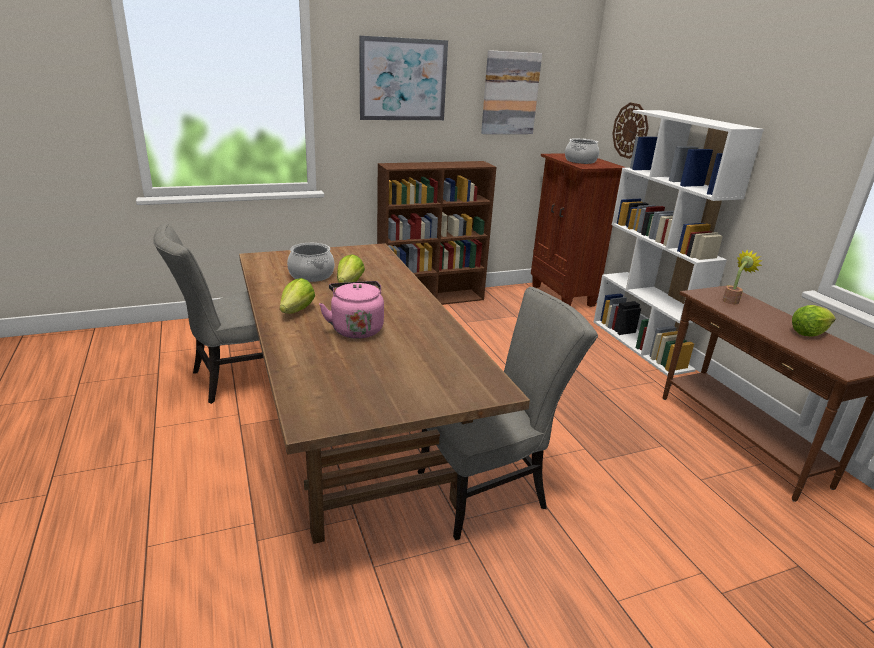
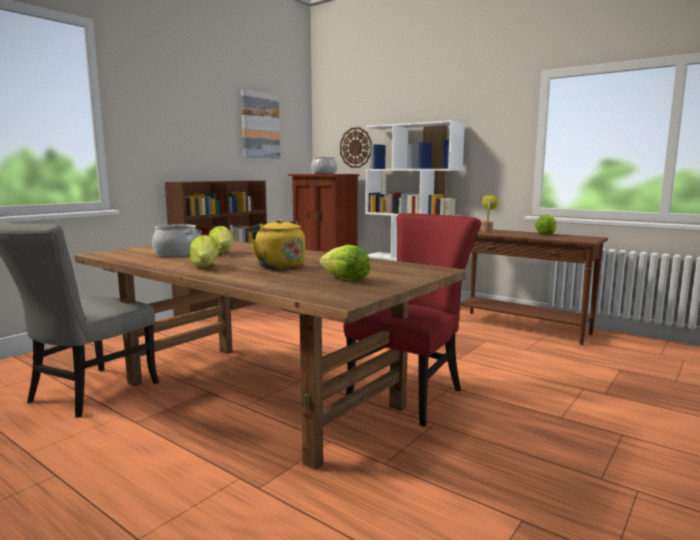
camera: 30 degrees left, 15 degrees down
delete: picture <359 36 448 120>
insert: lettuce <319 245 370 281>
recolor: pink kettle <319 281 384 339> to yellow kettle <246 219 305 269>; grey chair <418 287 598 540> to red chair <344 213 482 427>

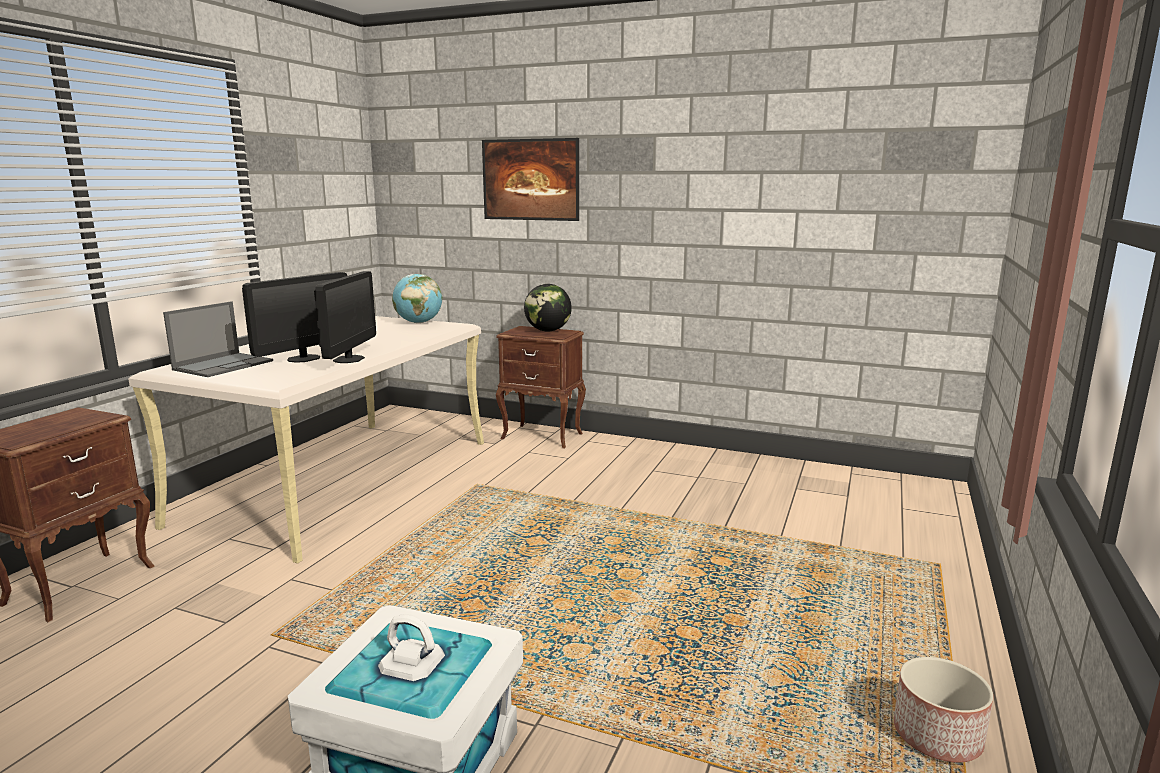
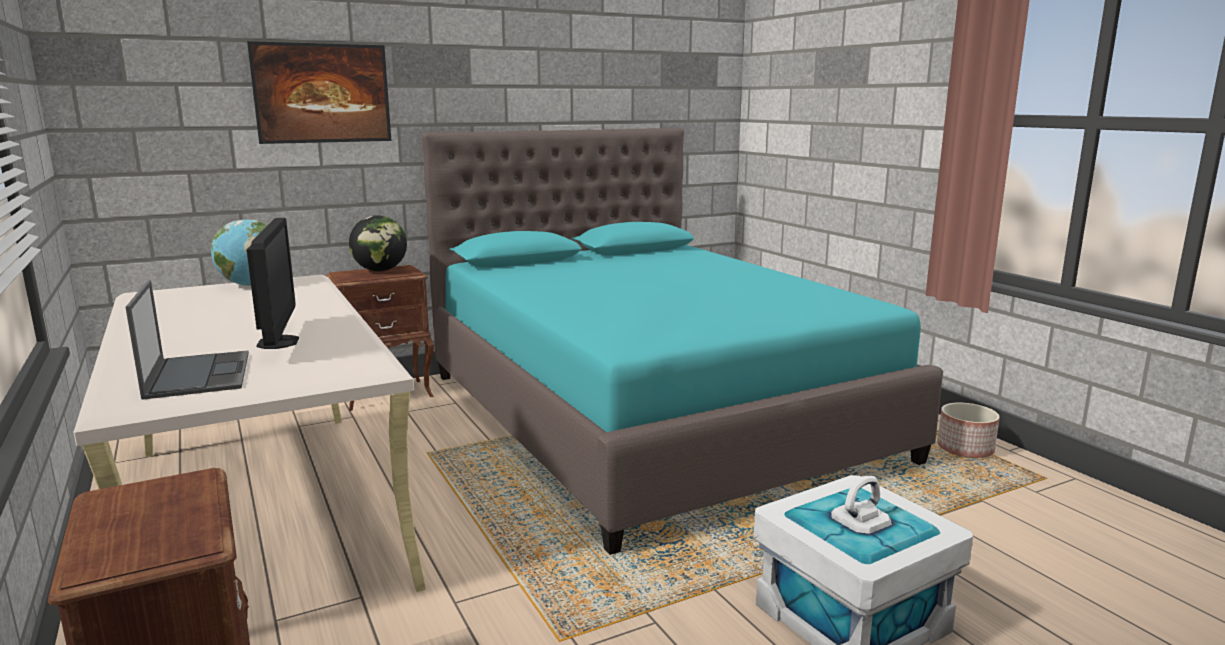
camera: 50 degrees left, 0 degrees up
delete: monitor <314 271 376 363>
insert: turquoise bed <422 128 943 555>

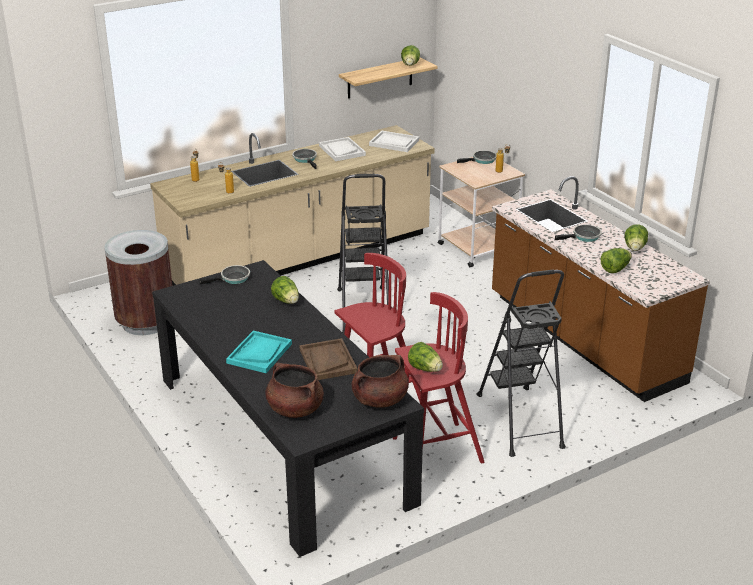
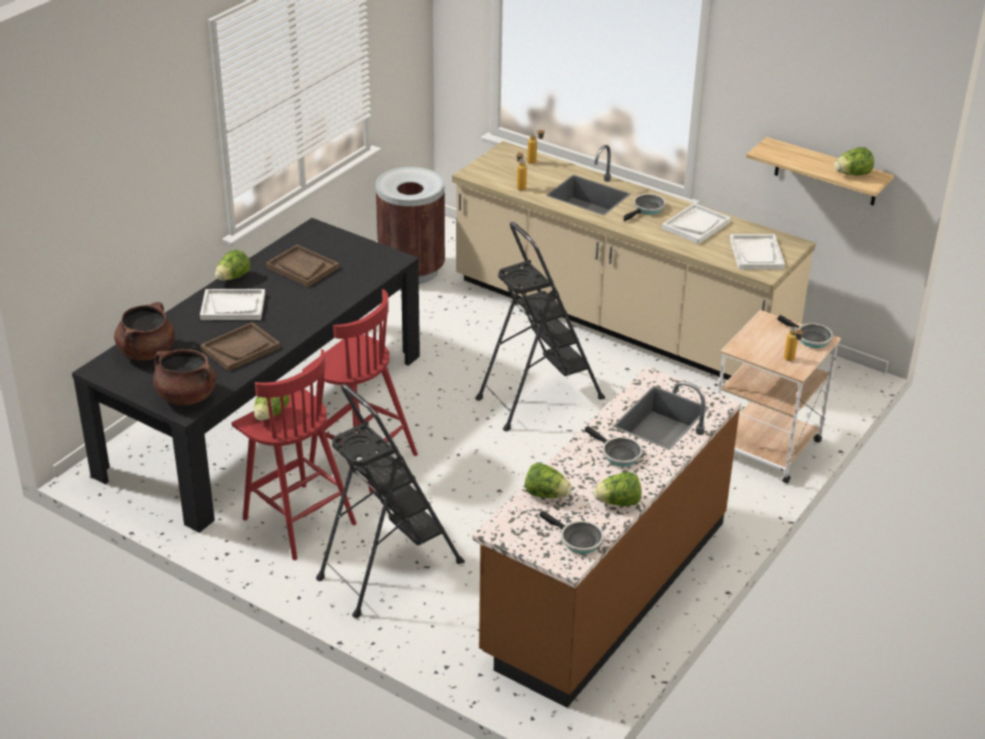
camera: 65 degrees right, 5 degrees up
insert: brown tray <266 245 339 287>
move: frying pan <200 265 250 284> to <539 511 604 554>; lettuce <271 276 299 304> to <215 250 250 281>
recolor: turquoise tray <226 331 292 373> to white tray <200 289 265 320>

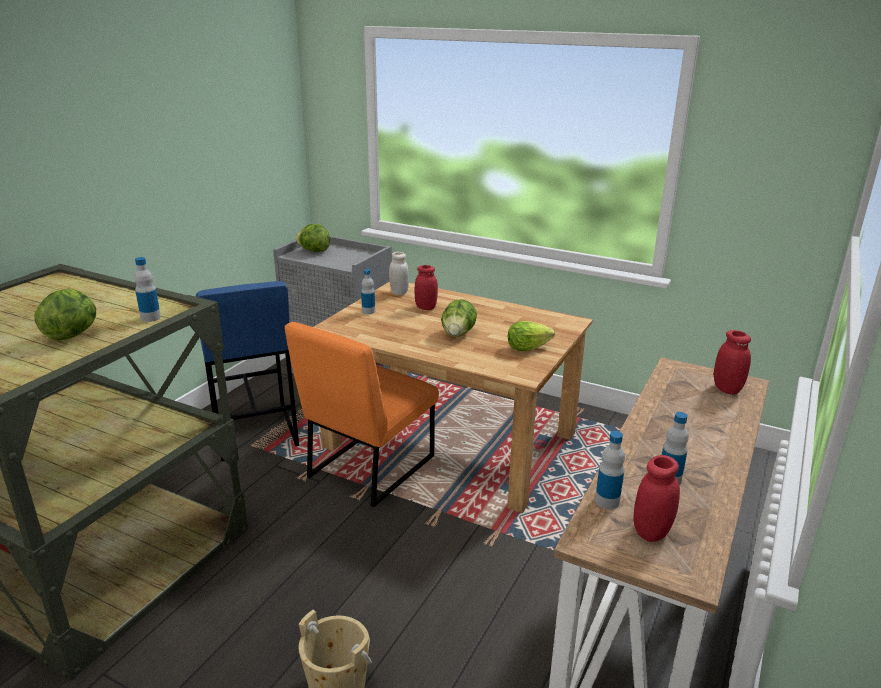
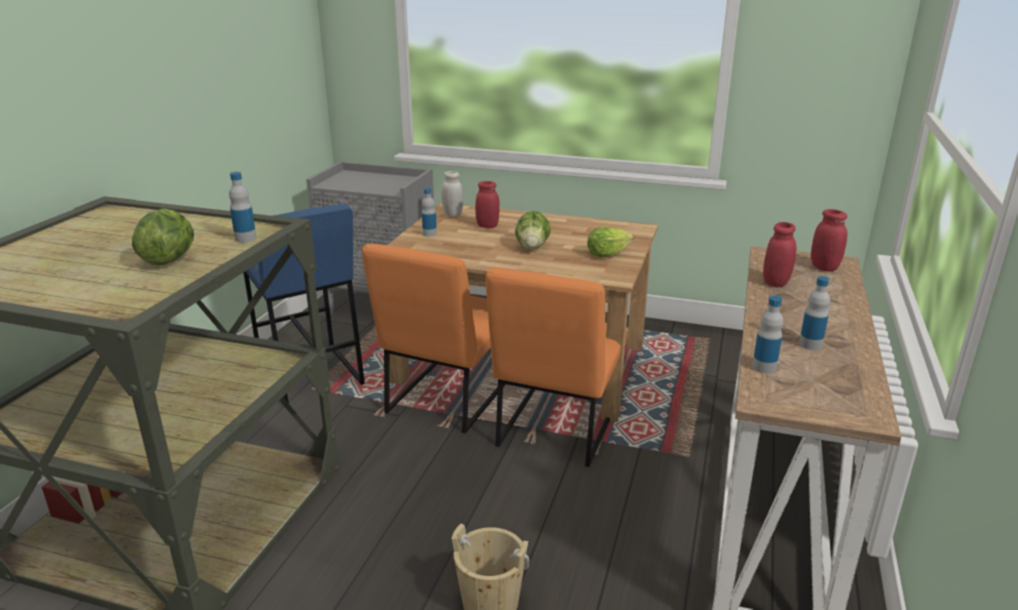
camera: 10 degrees left, 0 degrees up
delete: lettuce <295 224 330 252>
insert: orange chair <485 268 628 467>
move: red jar <634 455 680 542> to <763 222 796 288>

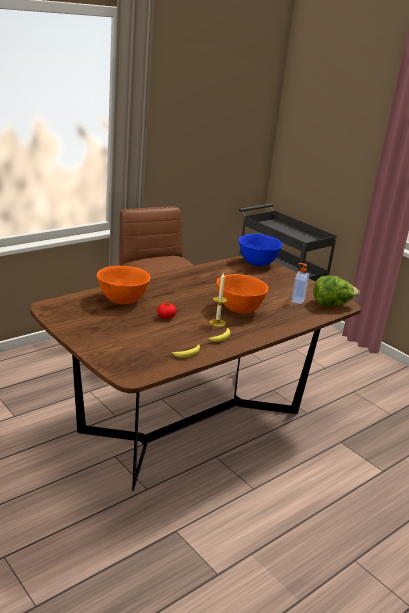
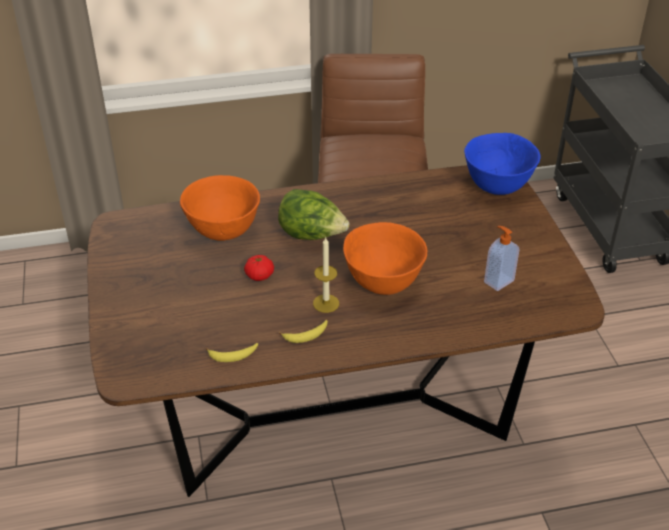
camera: 30 degrees right, 15 degrees up
move: lettuce <313 275 360 307> to <278 189 350 240>

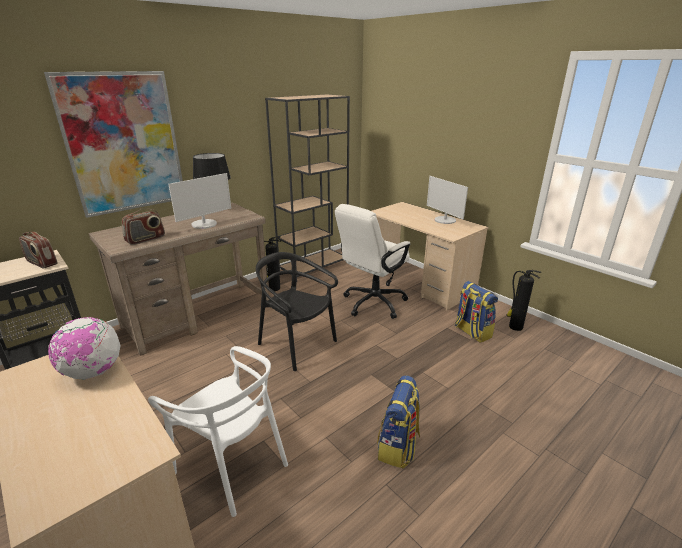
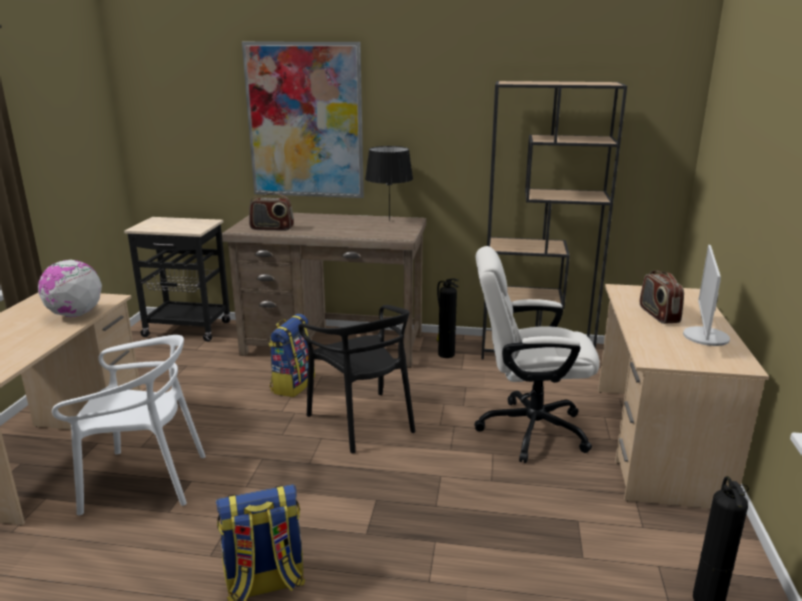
camera: 50 degrees right, 5 degrees down
delete: monitor <168 173 231 229>
move: radio <19 232 58 269> to <640 271 684 324>; backpack <455 281 498 343> to <268 314 315 397>
rotate: white chair <148 346 288 517> = <52 335 206 515> 90 degrees counterclockwise; black chair <256 252 338 371> = <298 305 415 453> 150 degrees clockwise

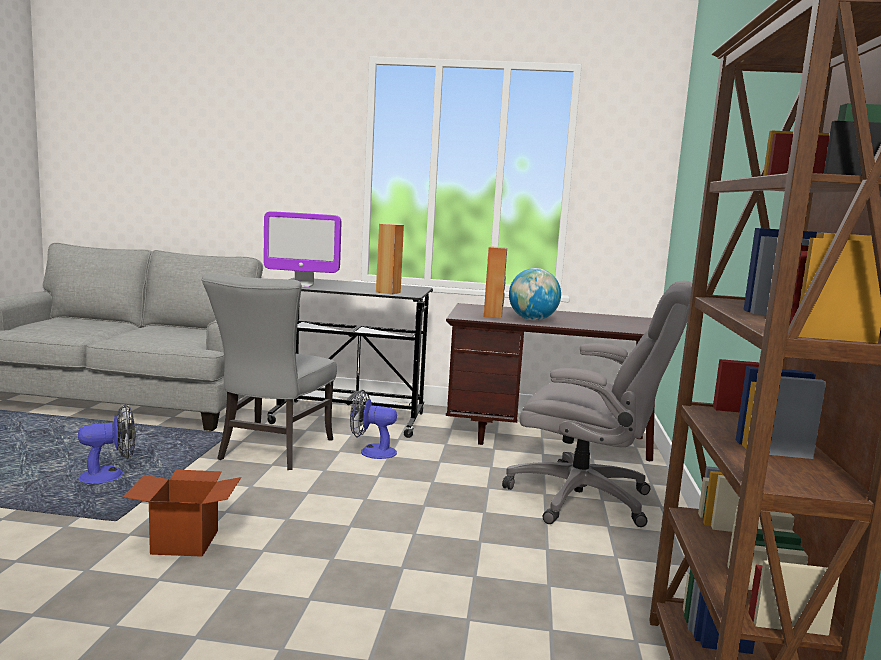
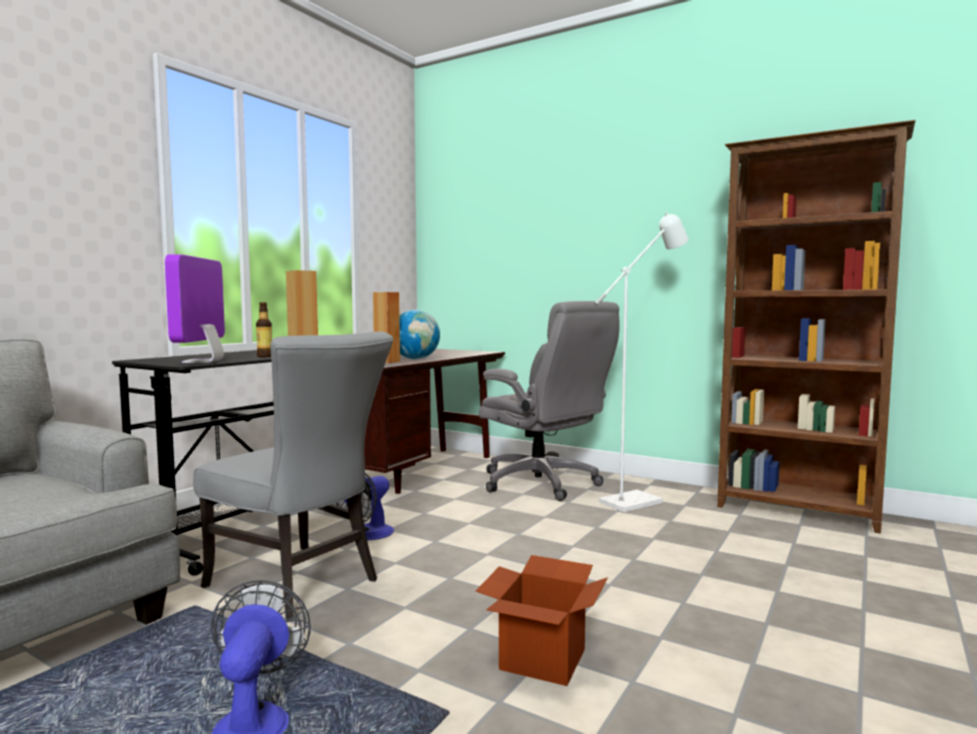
camera: 65 degrees left, 5 degrees down
insert: bottle <256 302 272 357>; white floor lamp <594 212 689 512>
rotate: monitor <264 211 341 288> = <165 254 225 363> 150 degrees clockwise; grey office chair <502 281 692 527> = <479 301 620 501> 90 degrees clockwise

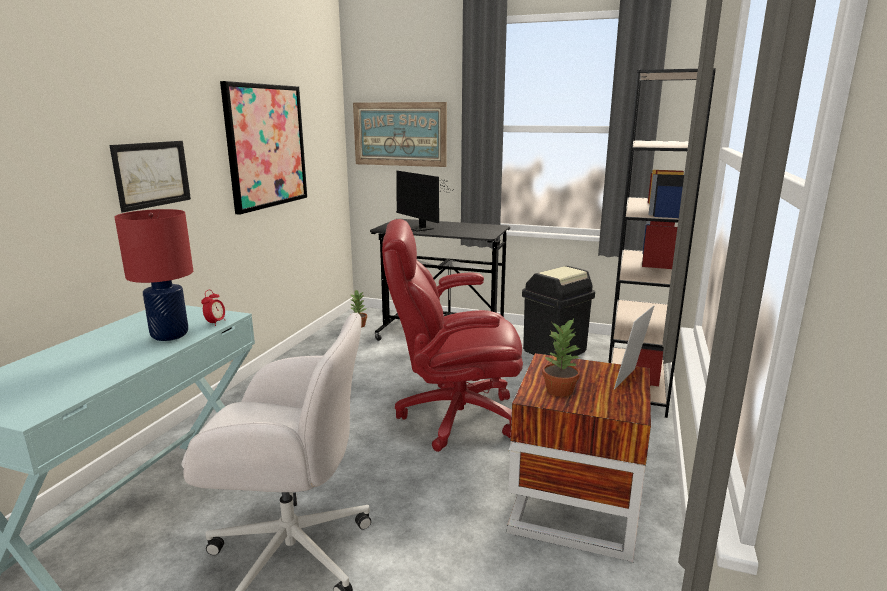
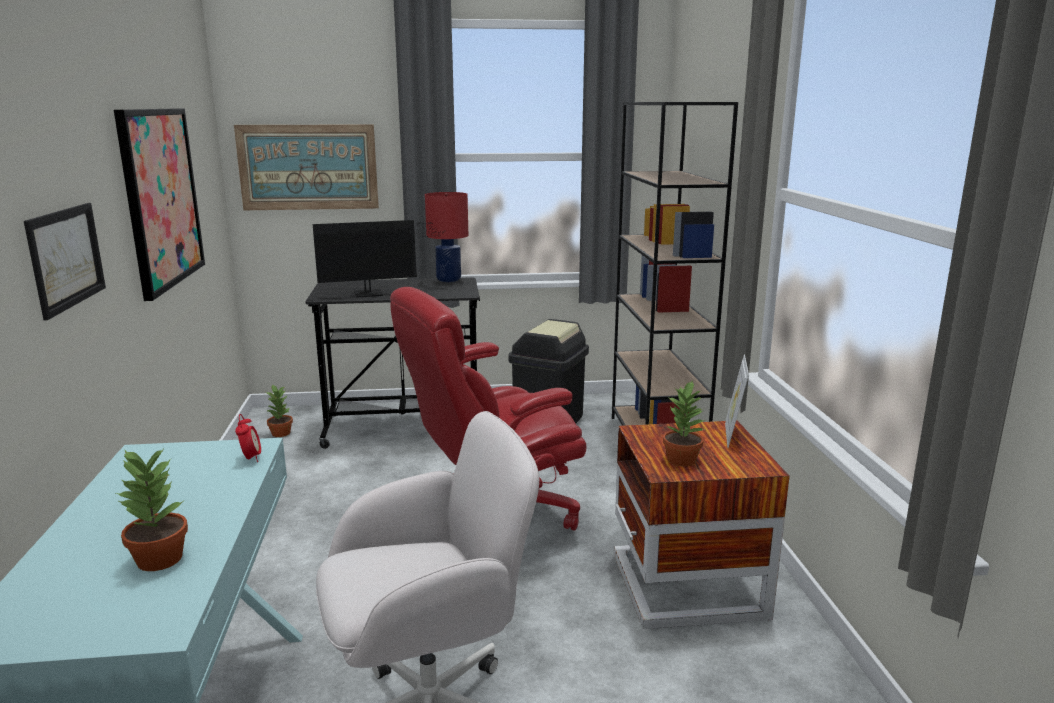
camera: 25 degrees left, 0 degrees up
insert: potted plant <116 449 188 571>
move: red table lamp <114 209 193 341> to <425 192 468 283>
rotate: monitor <396 171 451 231> = <313 220 437 298> 45 degrees counterclockwise

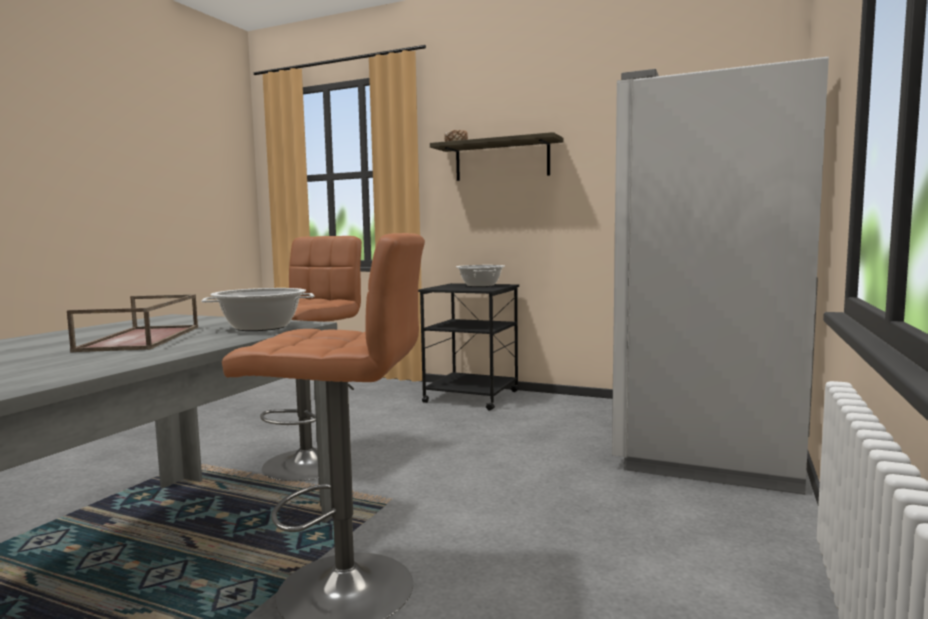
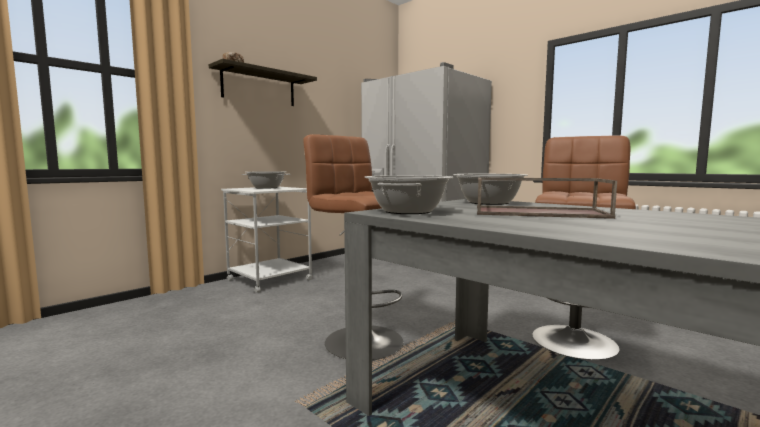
camera: 70 degrees left, 0 degrees up
insert: cooking pot <364 175 453 214>
recolor: black cart <418 283 519 411> to white cart <221 187 313 293>

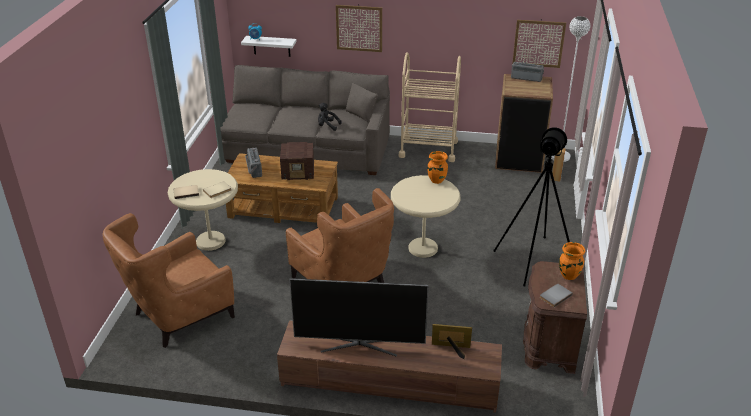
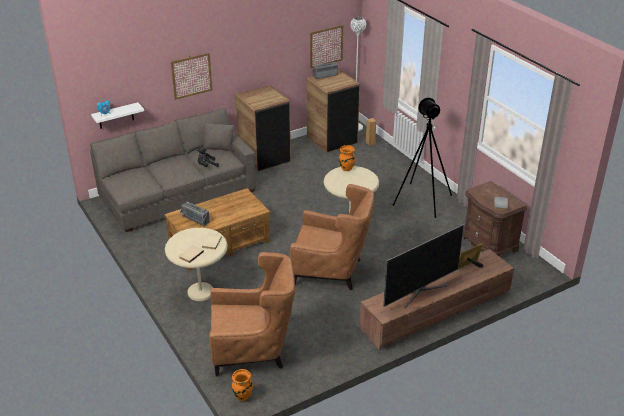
camera: 40 degrees left, 0 degrees up
delete: radio <280 142 314 180>
move: orange vase <559 242 585 280> to <232 369 253 401>
replace: beige cart <399 52 461 162> to brown cabinet <235 85 291 172>
rotate: brown armchair <103 213 235 348> = <209 252 295 376> 105 degrees counterclockwise

